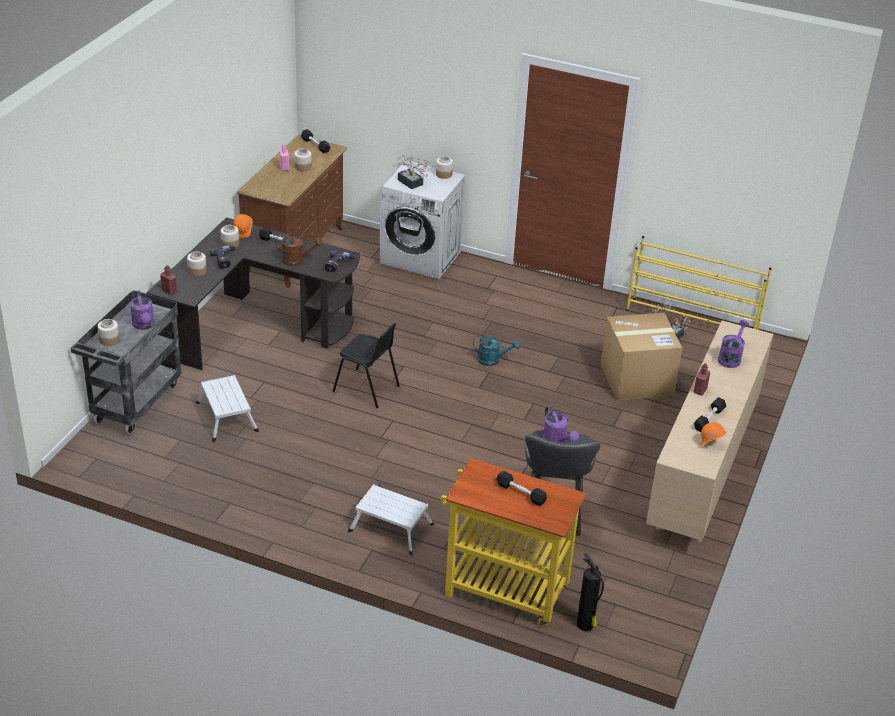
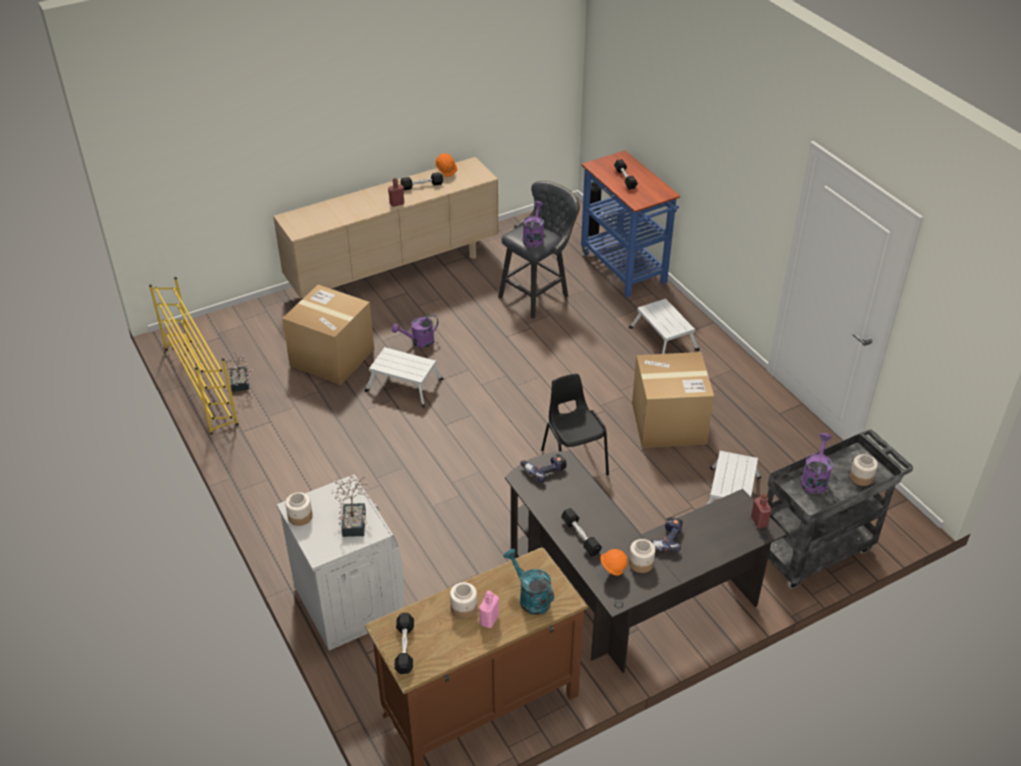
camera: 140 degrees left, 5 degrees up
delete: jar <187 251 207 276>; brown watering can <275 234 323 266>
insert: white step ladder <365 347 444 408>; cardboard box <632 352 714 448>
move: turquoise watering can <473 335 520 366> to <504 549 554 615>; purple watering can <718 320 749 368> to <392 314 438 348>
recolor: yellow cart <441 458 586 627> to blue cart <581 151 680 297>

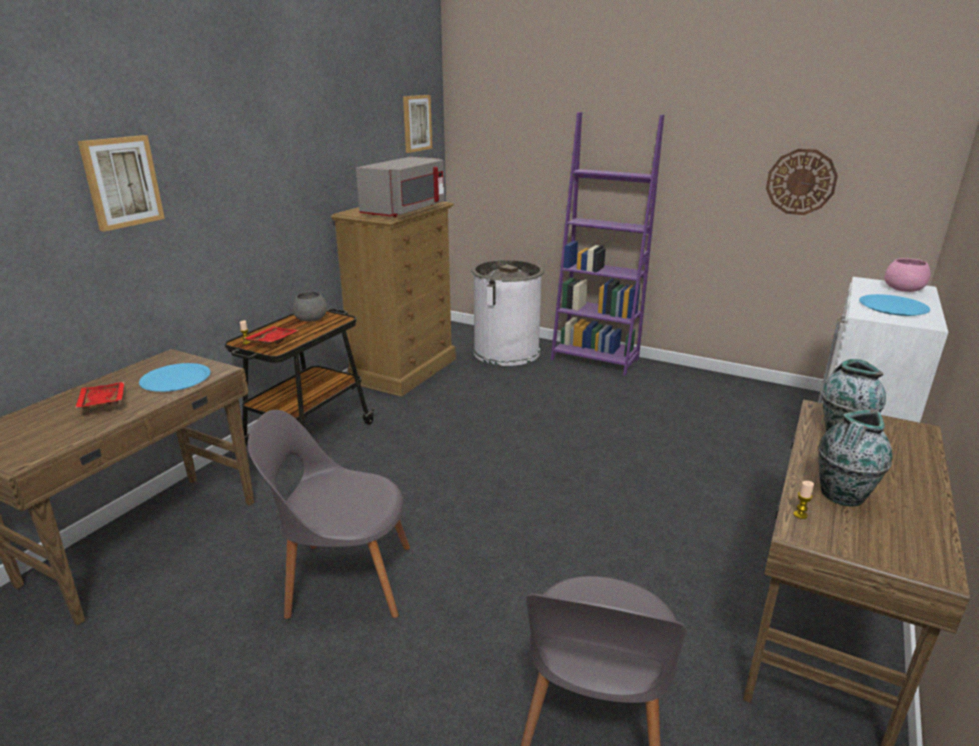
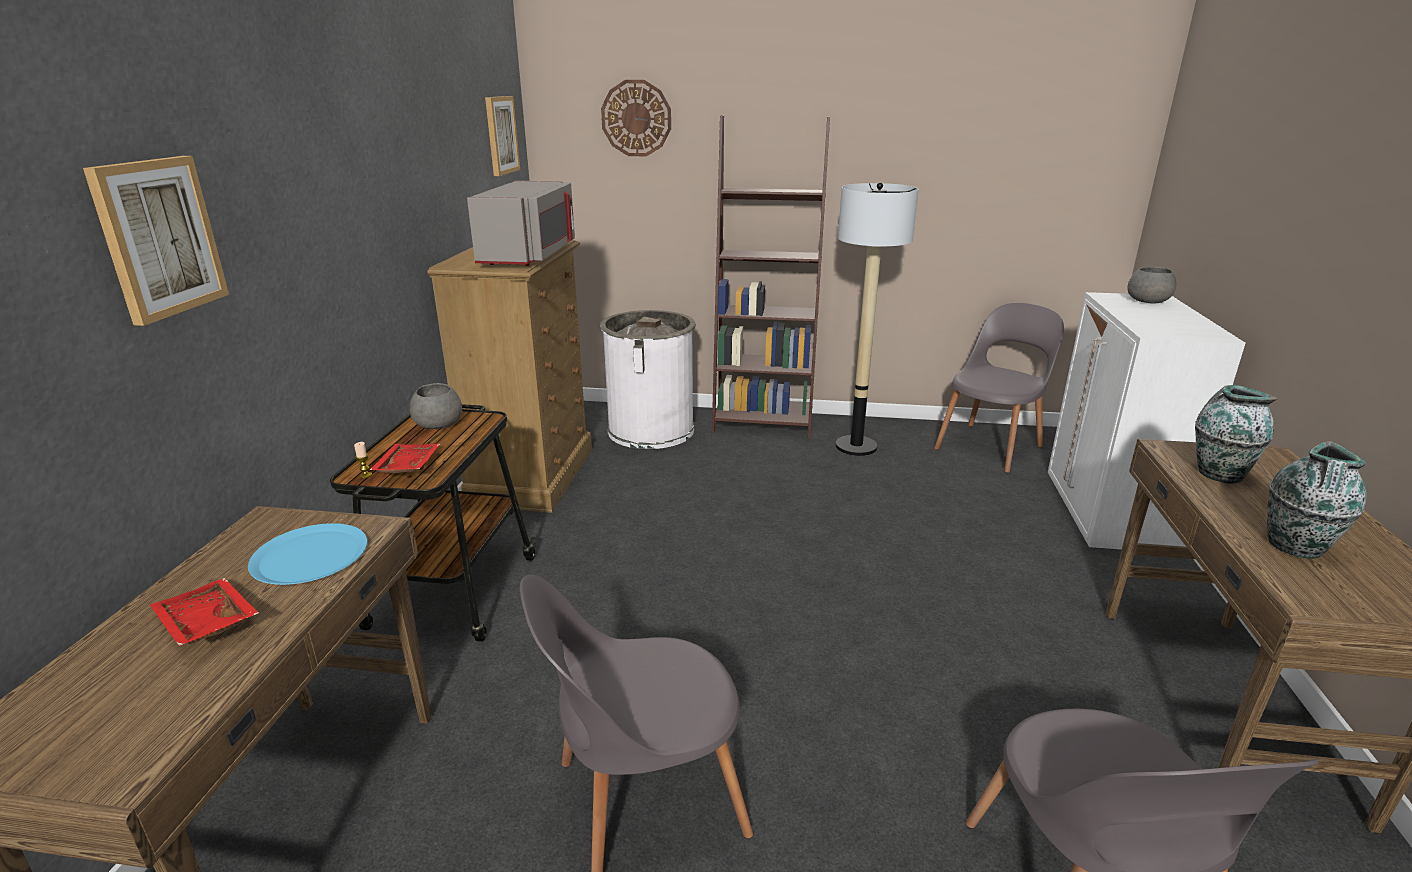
camera: 20 degrees left, 0 degrees up
delete: candle <793 481 814 519>; blue plate <859 294 930 316>
insert: floor lamp <835 183 918 456>; grey chair <934 303 1064 473>
move: wall clock <766 149 838 215> to <601 80 671 156>
recolor: purple bookcase <551 112 664 376> to brown bookcase <712 115 830 439>; pink bowl <884 258 931 292> to grey bowl <1127 266 1176 304>

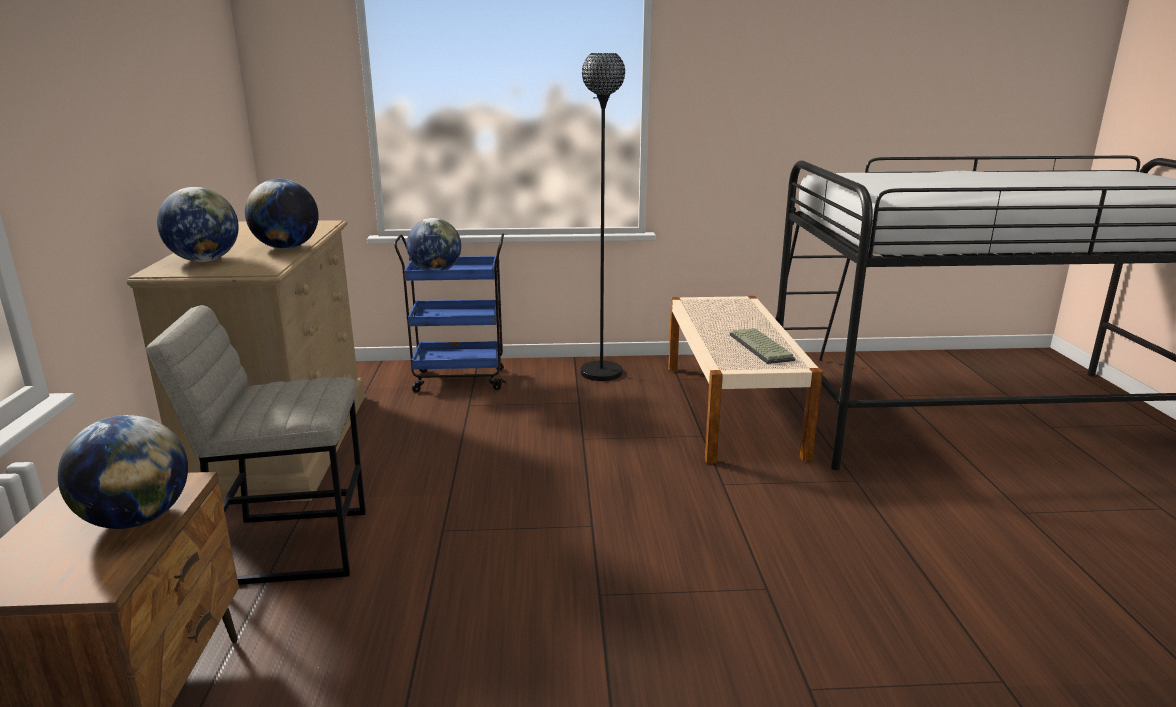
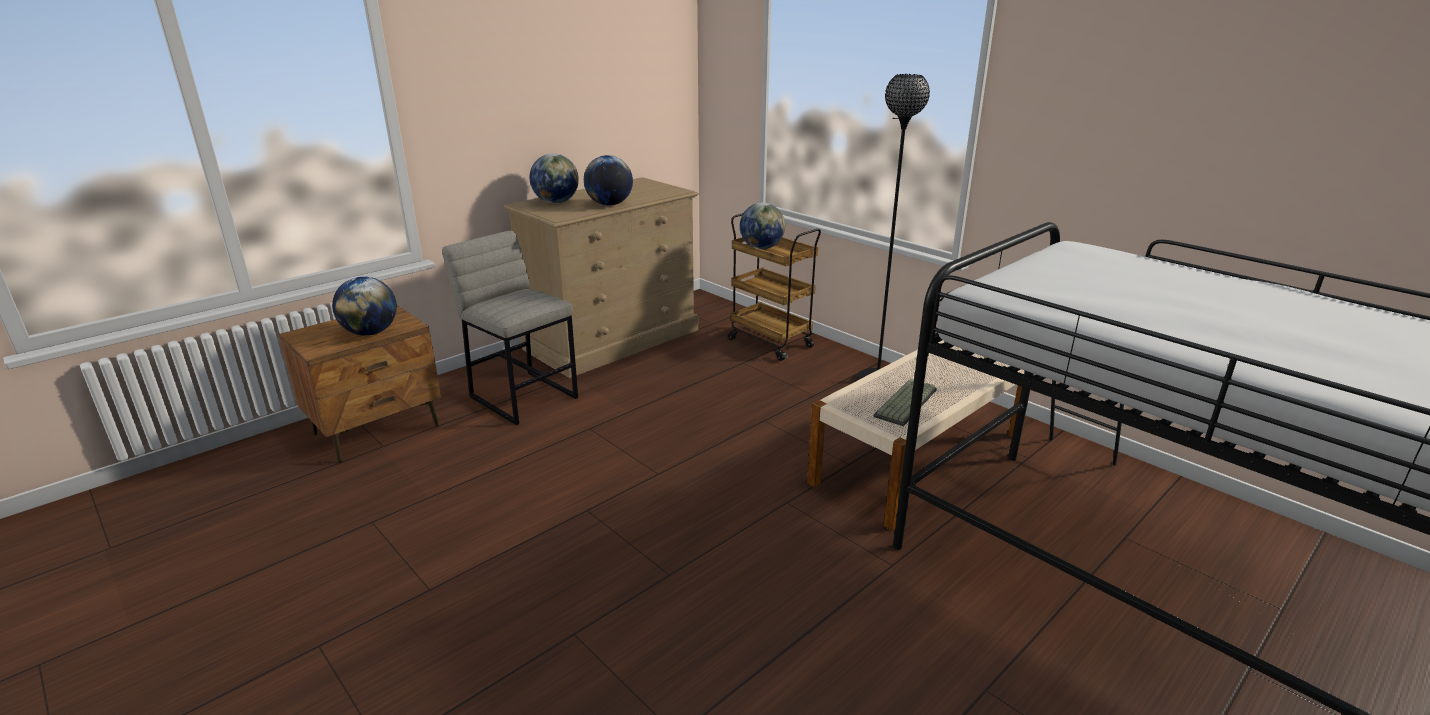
camera: 50 degrees right, 5 degrees up
recolor: blue cart <394 233 507 392> to brown cart <728 213 821 361>

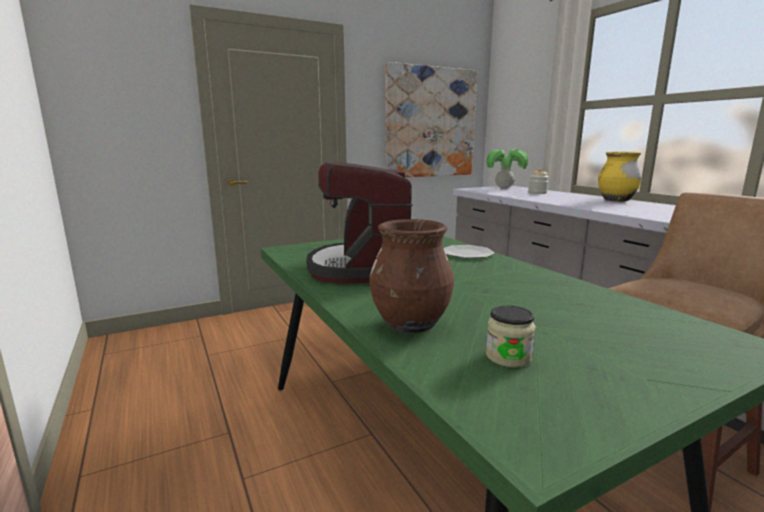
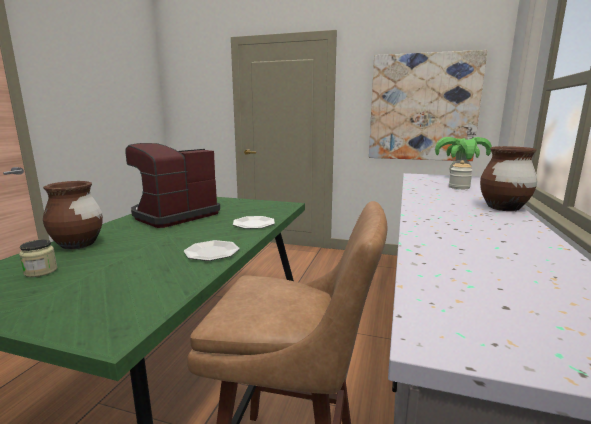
camera: 45 degrees right, 0 degrees up
insert: plate <183 240 240 261>
recolor: yellow vase <598 152 642 202> to brown vase <480 146 537 211>

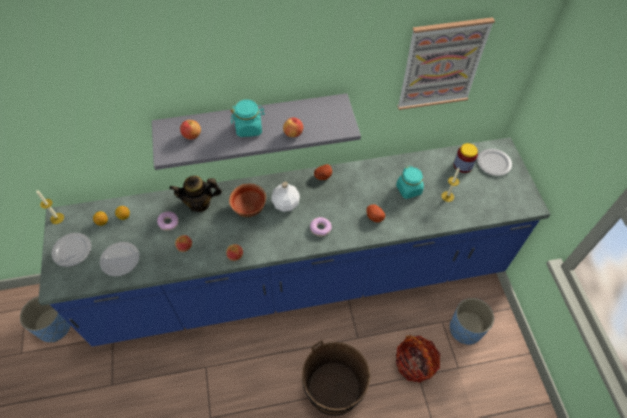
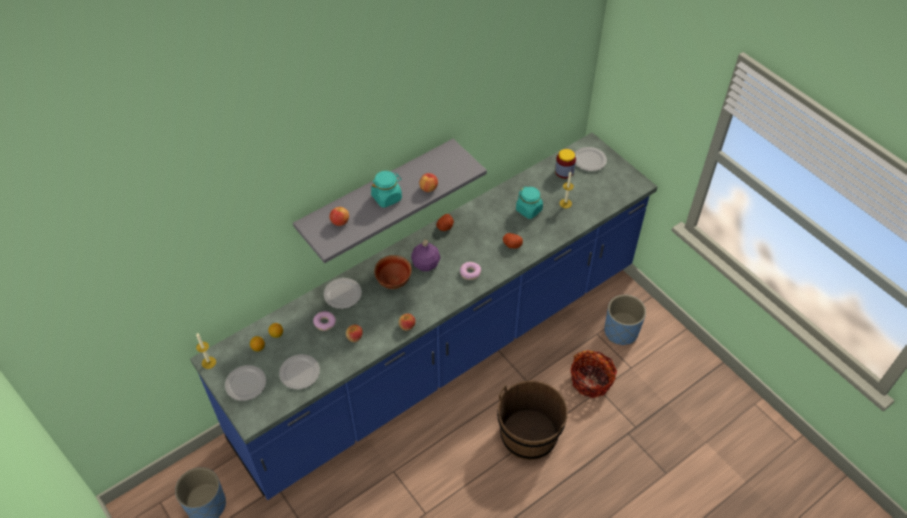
camera: 25 degrees left, 5 degrees down
delete: picture <397 17 495 110>
replace: teapot <169 176 222 212> to plate <324 278 362 309>
recolor: white bottle <271 182 300 212> to purple bottle <411 240 440 271>

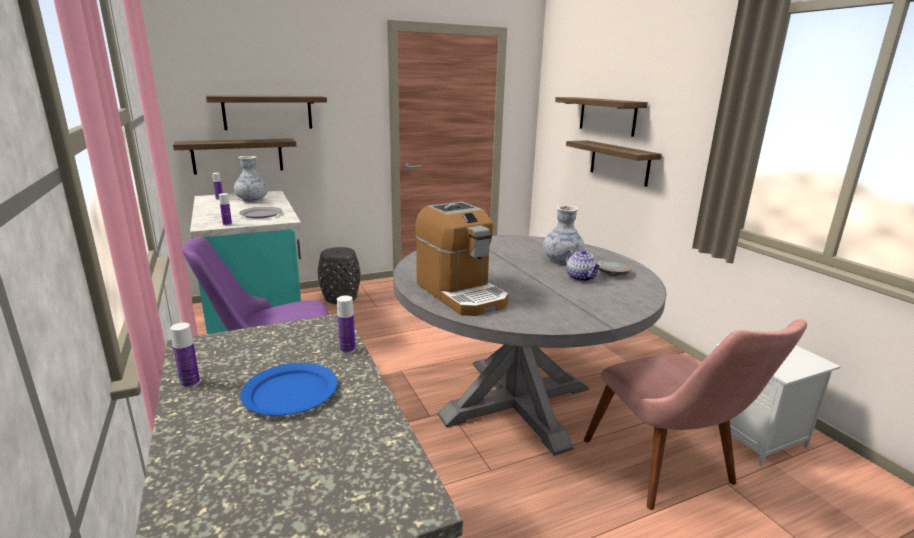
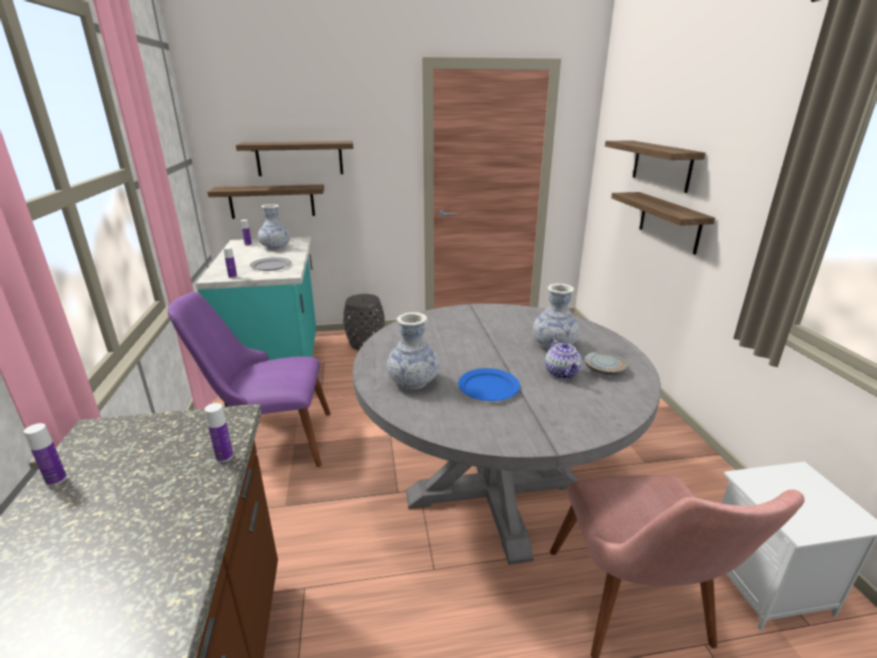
camera: 15 degrees right, 5 degrees up
move: blue plate <240 363 338 416> to <458 368 520 401>
replace: coffee machine <415 202 509 316> to vase <387 312 439 389>

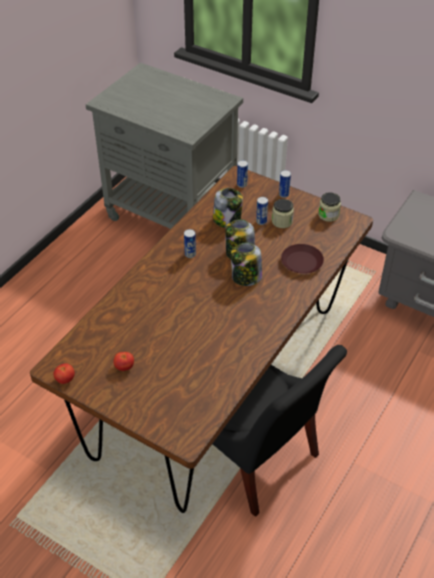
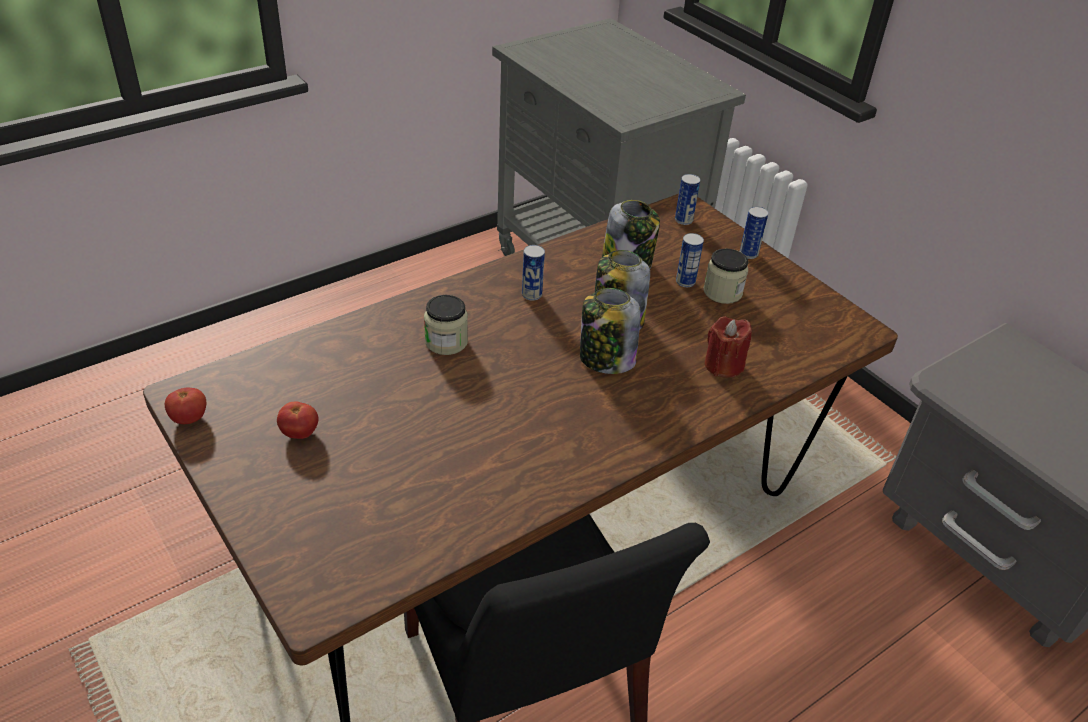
camera: 20 degrees right, 5 degrees down
move: jar <318 192 341 222> to <424 295 468 355>
replace: brown plate <281 244 324 274> to red candle <705 317 752 378>

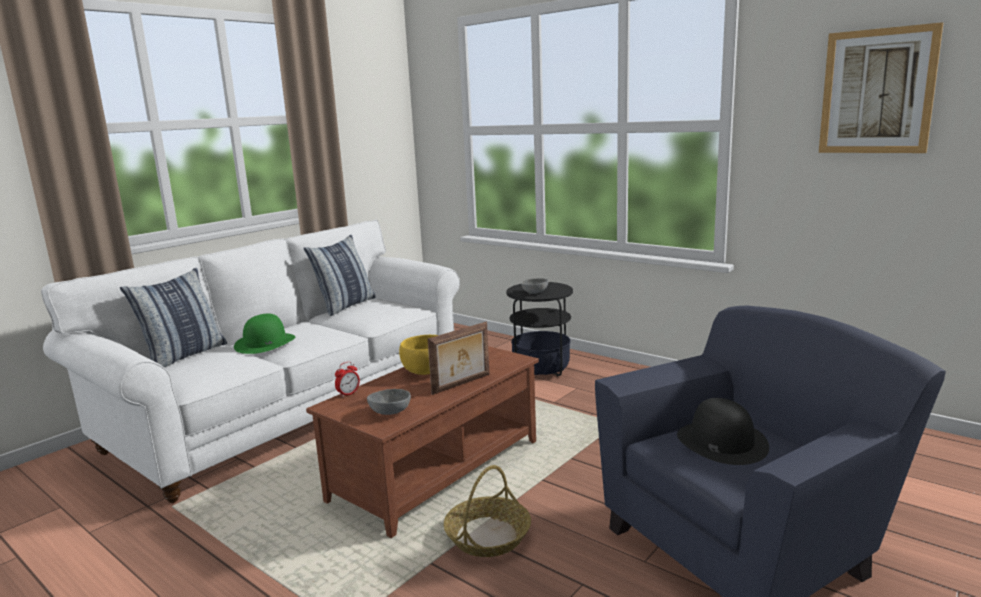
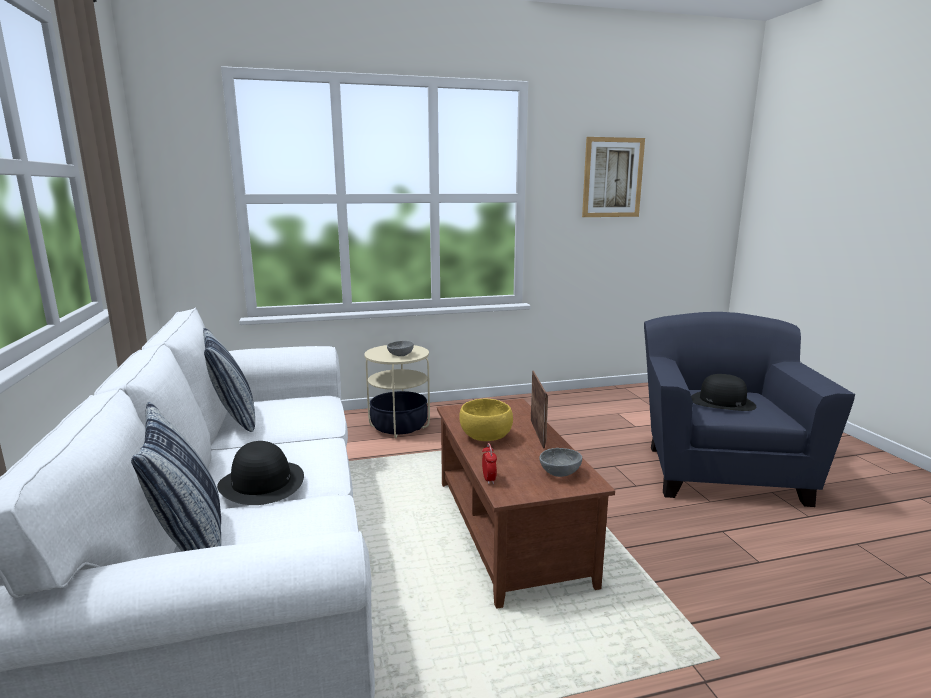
camera: 55 degrees left, 0 degrees up
delete: basket <444 465 531 557>
recolor: green hat <234 314 295 354> to black hat <217 441 304 505>; black side table <506 282 573 376> to beige side table <364 345 430 438>

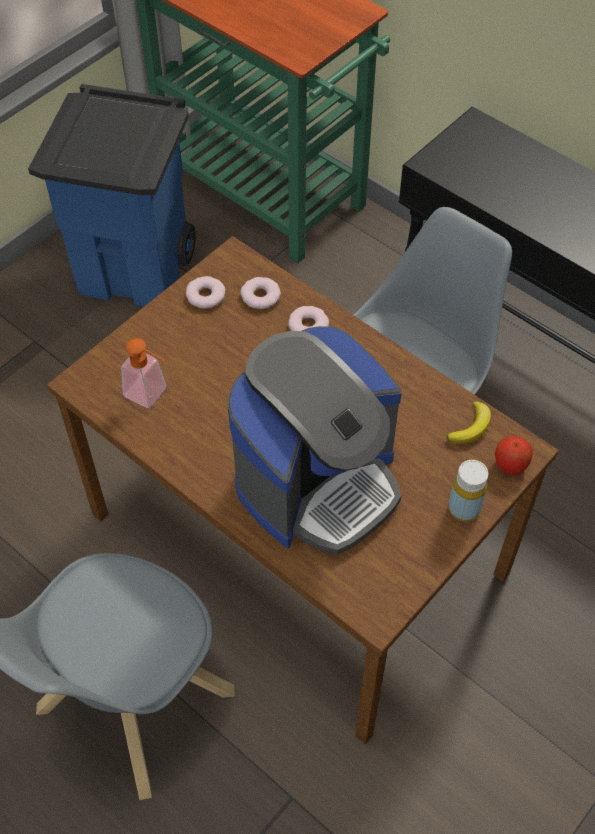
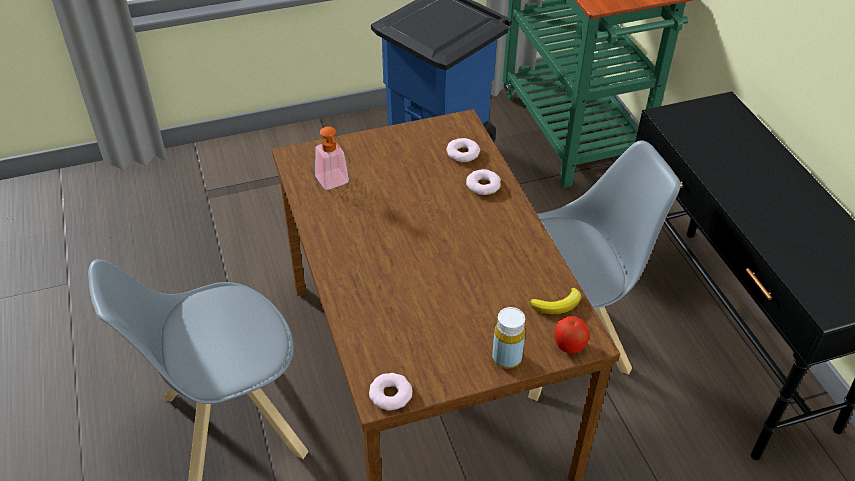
camera: 30 degrees right, 10 degrees down
delete: coffee machine <227 326 402 555>
move: donut <186 276 226 309> to <369 373 413 410>

